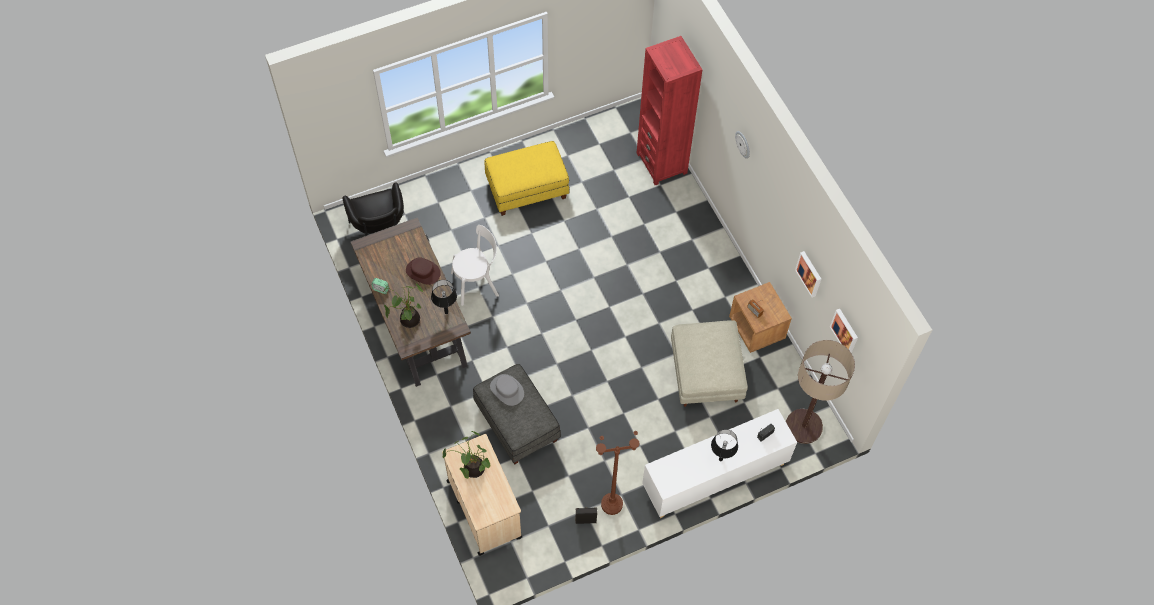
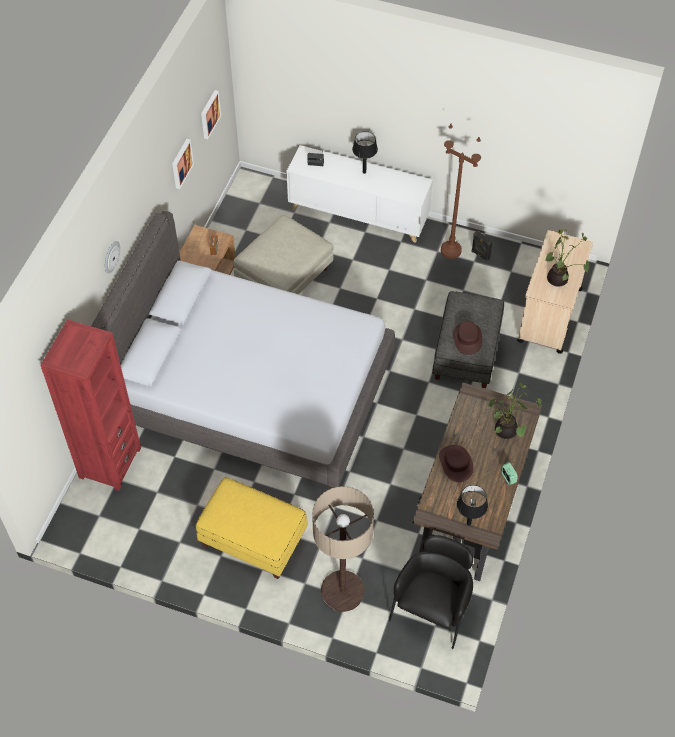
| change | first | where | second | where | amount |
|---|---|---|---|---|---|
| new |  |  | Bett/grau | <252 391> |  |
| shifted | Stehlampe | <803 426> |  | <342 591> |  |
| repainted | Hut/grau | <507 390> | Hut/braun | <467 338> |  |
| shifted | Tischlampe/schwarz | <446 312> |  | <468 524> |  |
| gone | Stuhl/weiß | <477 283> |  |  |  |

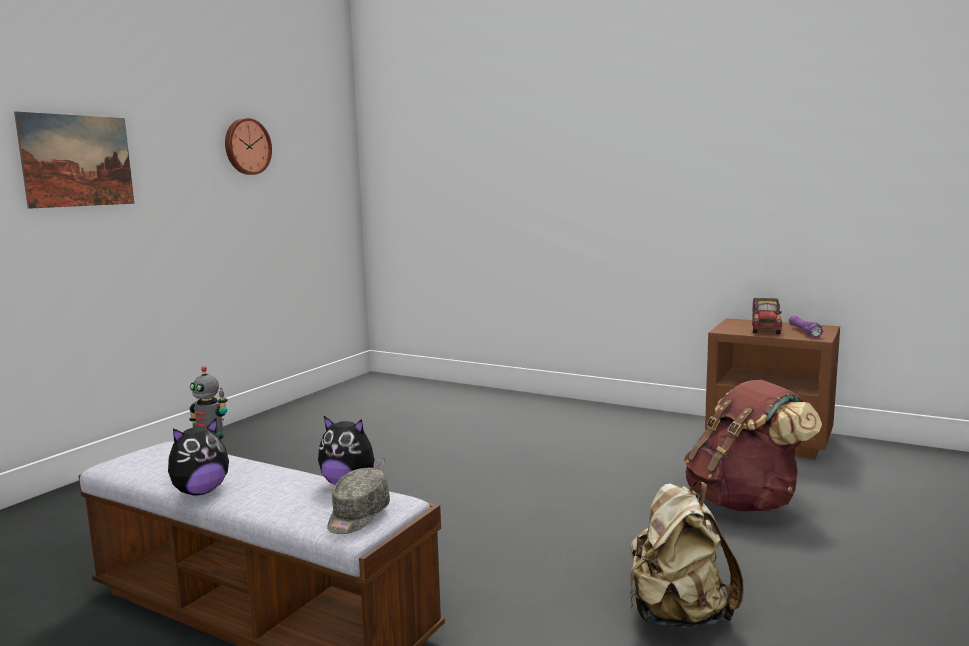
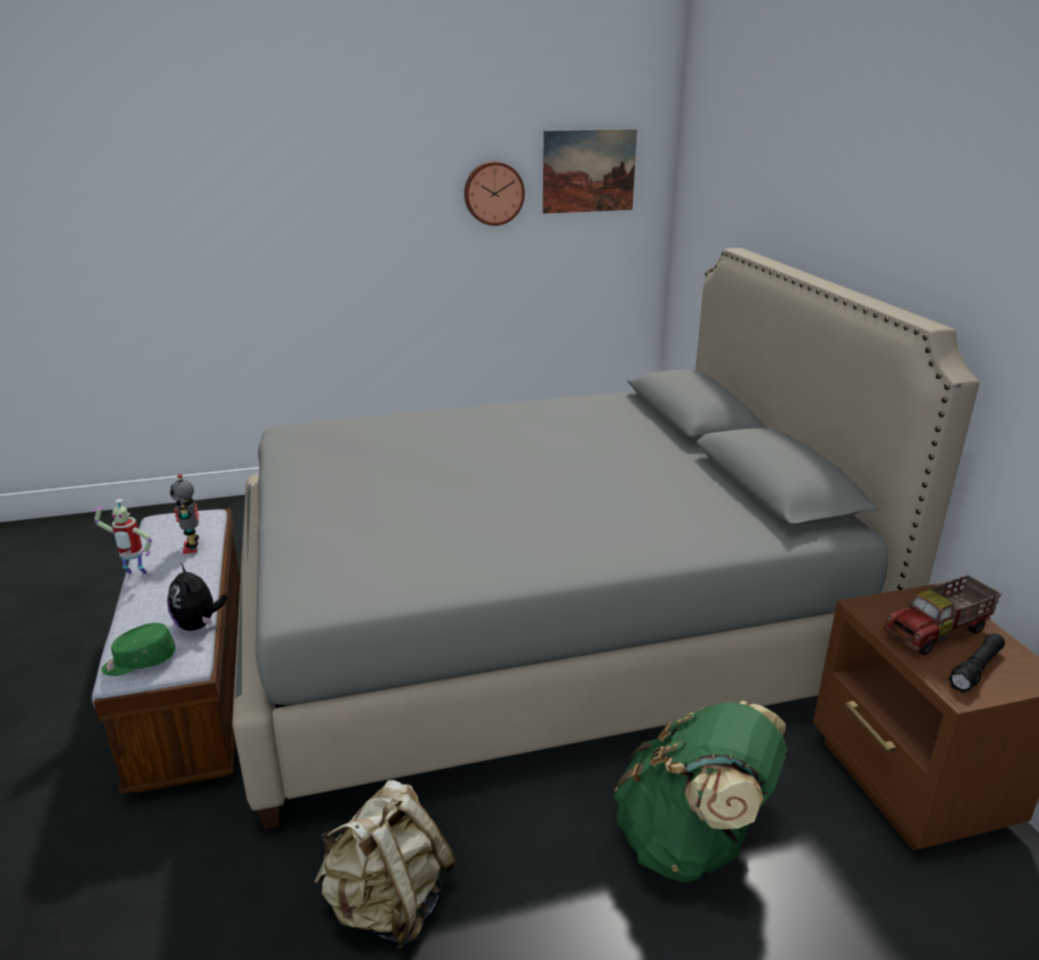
| change | first | where | second | where | amount |
|---|---|---|---|---|---|
| swapped | Plüschtier | <200 491> | Spielzeugroboter | <136 577> |  |
| repainted | Kappe/grau | <357 516> | Kappe/grün | <139 661> |  |
| new |  |  | Bett/grau | <539 625> |  |
| shifted | Bild | <77 161> |  | <589 171> |  |
| repainted | Rucksack/braun | <744 502> | Rucksack/grün | <692 842> |  |
| repainted | Taschenlampe/lila | <804 332> | Taschenlampe/schwarz | <976 669> |  |

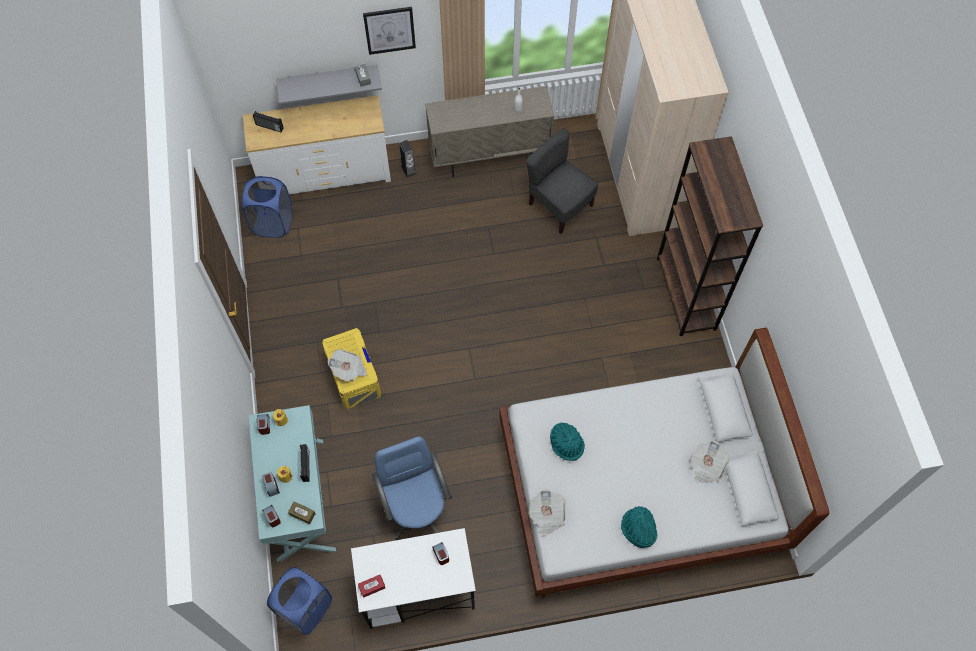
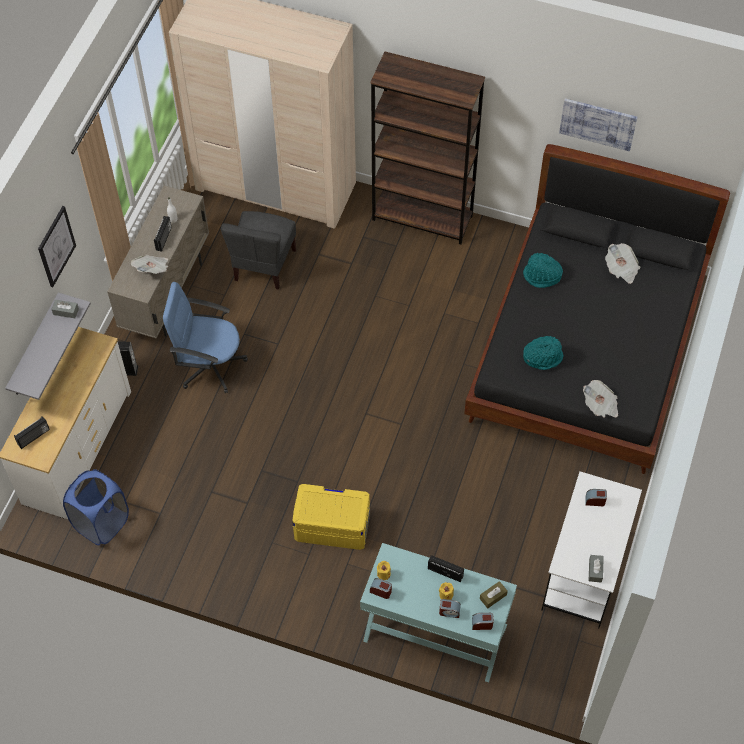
| change | first | where | second | where | amount |
|---|---|---|---|---|---|
| shifted | Zeitung | <349 370> |  | <152 269> |  |
| new |  |  | Radio | <164 239> |  |
| shifted | Bürostuhl/blau | <417 508> |  | <209 365> |  |
| rotated | Stuhl/grau | <559 206> |  | <263 265> | 60 degrees counterclockwise |
| repainted | Bett/weiß | <639 490> | Bett/schwarz | <587 350> |  |
| shifted | Hut/türkis | <638 529> |  | <542 276> |  |
| new |  |  | Bild | <598 123> |  |
| repainted | Taschentuchbox/rot | <372 587> | Taschentuchbox/grau | <595 570> |  |
| gone | Wäschekorb/blau | <305 608> |  |  |  |

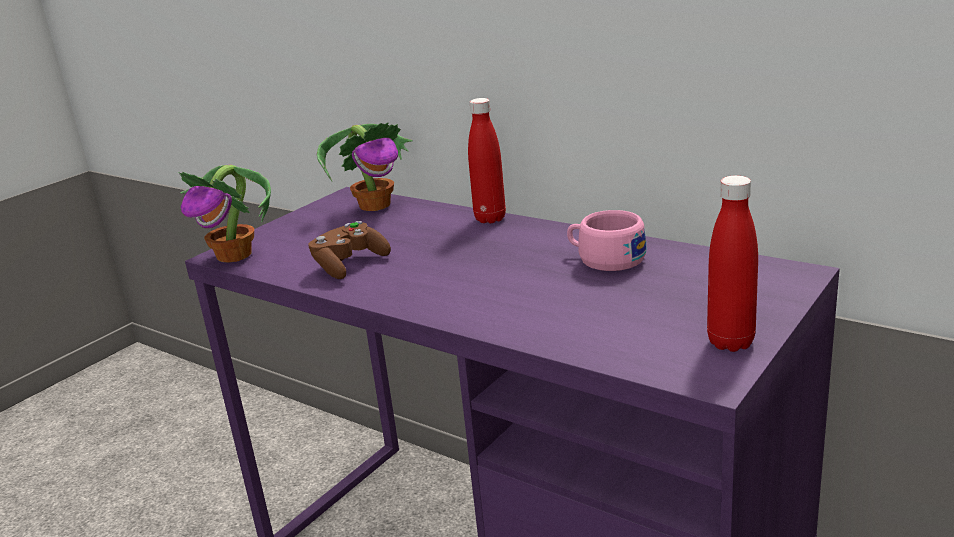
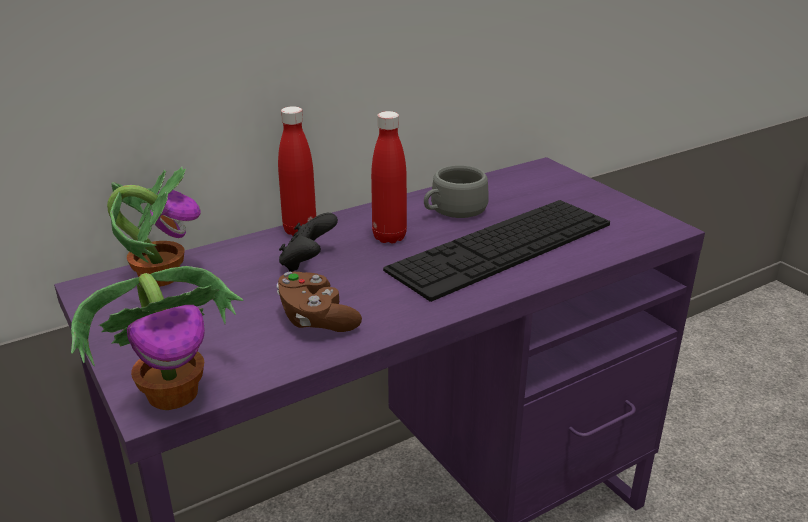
| change | first | where | second | where | amount |
|---|---|---|---|---|---|
| new |  |  | Gamepad/schwarz | <308 263> |  |
| shifted | Flasche/rot | <730 342> |  | <389 237> |  |
| new |  |  | Tastatur | <502 246> |  |
| repainted | Tasse/rosa | <605 259> | Tasse/grau | <453 210> |  |

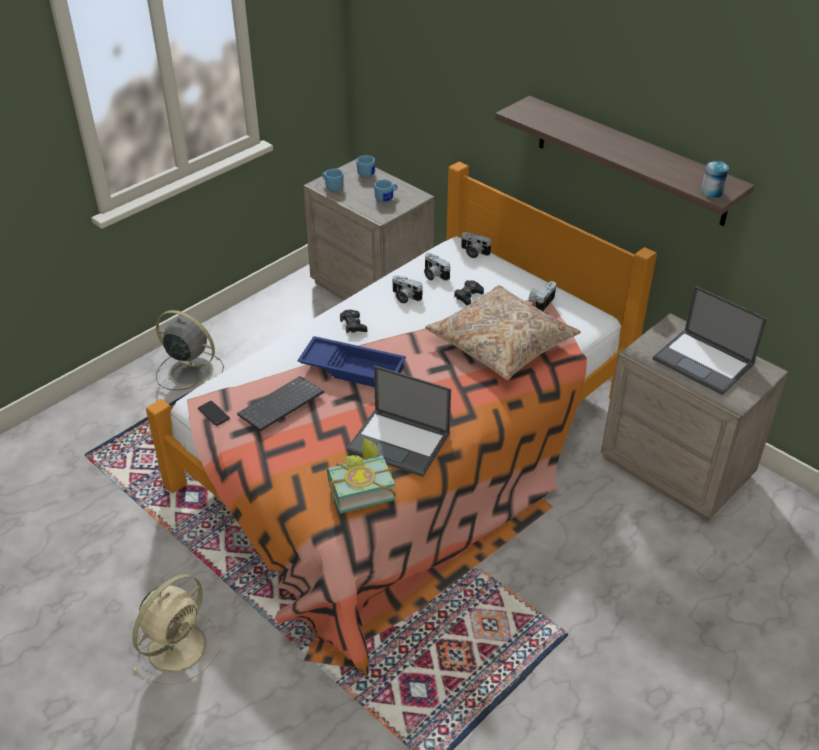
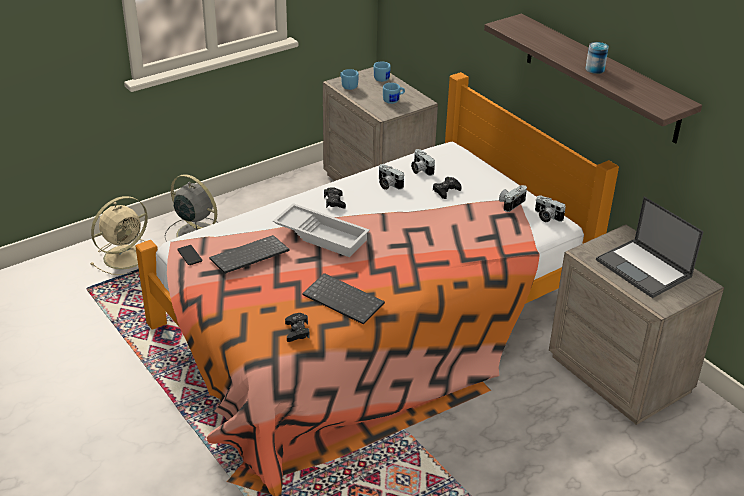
| change | first | where | second | where | amount |
|---|---|---|---|---|---|
| shifted | Ventilator/beige | <179 645> |  | <126 256> |  |
| repainted | Tablett/blau | <353 368> | Tablett/weiß | <322 235> |  |
| swapped | Buch | <359 488> | Gamepad/schwarz | <297 331> |  |
| swapped | Laptop | <400 442> | Tastatur | <345 300> |  |
| shifted | Kamera | <473 252> |  | <546 217> |  |
| shifted | Dose | <711 192> |  | <595 69> |  |
| gone | Kissen/beige | <501 343> |  |  |  |

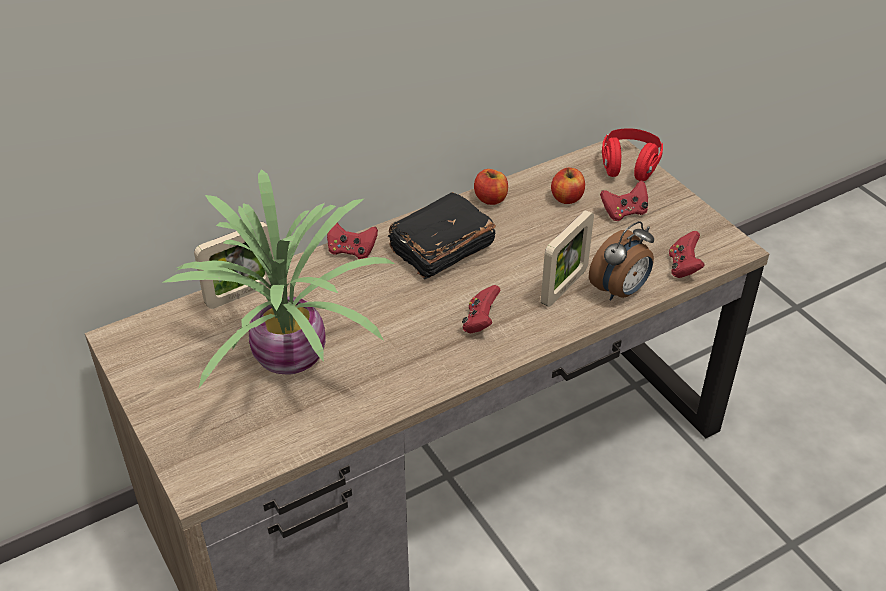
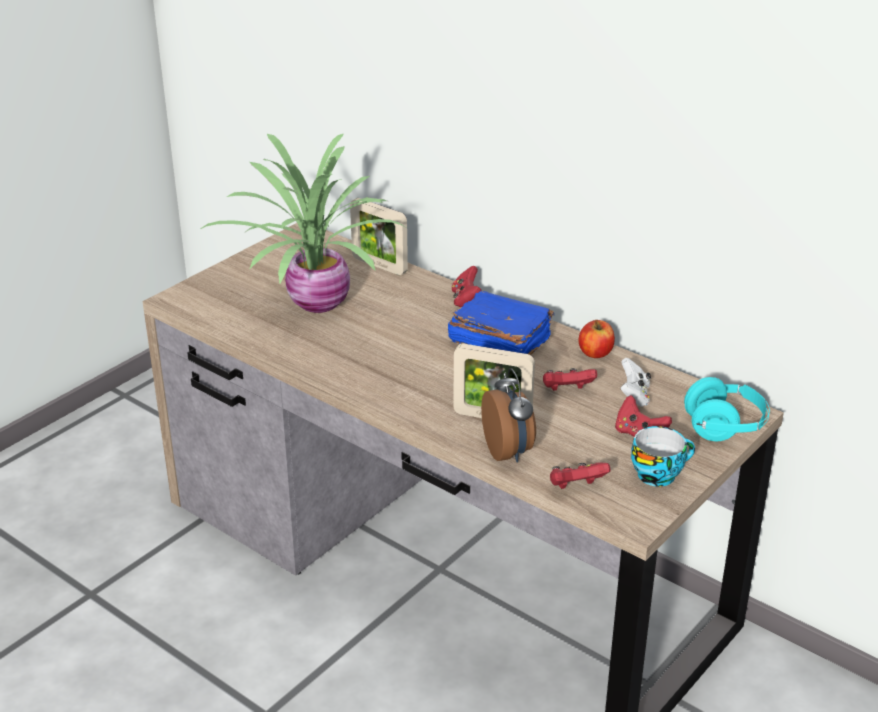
| change | first | where | second | where | amount |
|---|---|---|---|---|---|
| repainted | Buch/schwarz | <440 249> | Buch/blau | <499 341> |  |
| rotated | Wecker | <620 291> |  | <509 451> | 135 degrees counterclockwise |
| shifted | Gamepad/rot | <480 322> |  | <567 390> |  |
| swapped | Apfel | <567 198> | Gamepad/weiß | <634 396> |  |
| new |  |  | Tasse | <658 474> |  |
| repainted | Kopfhörer/rot | <629 167> | Kopfhörer/türkis | <725 427> |  |

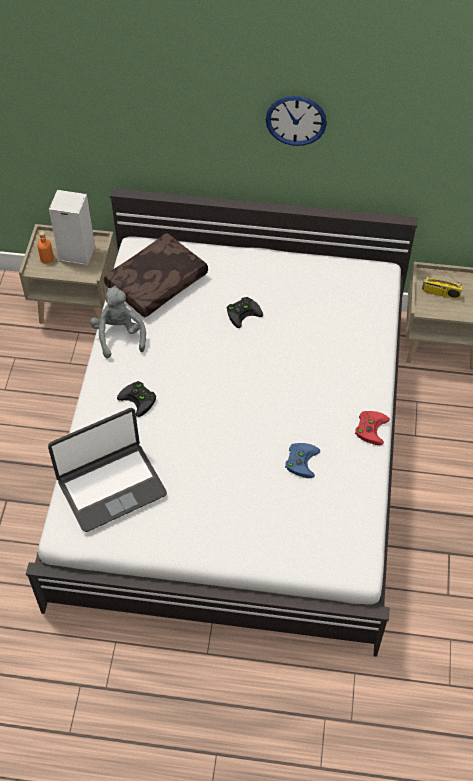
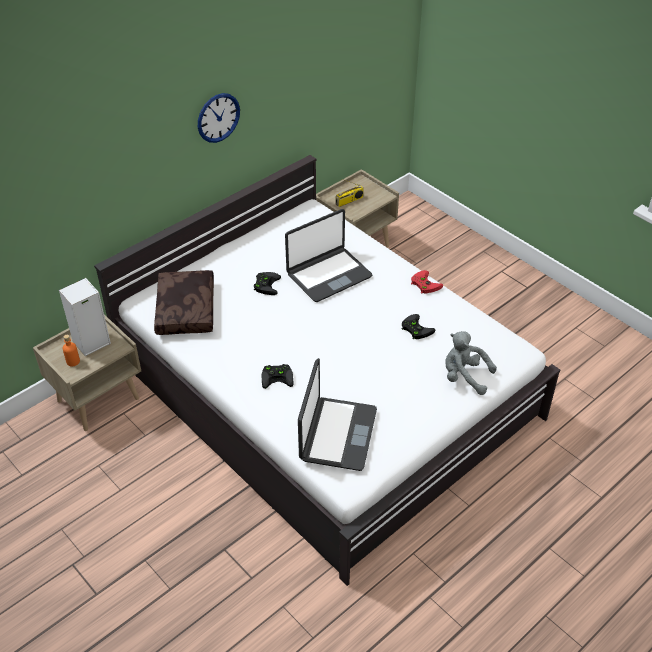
| change | first | where | second | where | amount |
|---|---|---|---|---|---|
| new |  |  | Laptop | <328 275> |  |
| repainted | Gamepad/blau | <300 460> | Gamepad/schwarz | <415 329> |  |
| shifted | Plüschtier/grau | <119 336> |  | <464 376> |  |

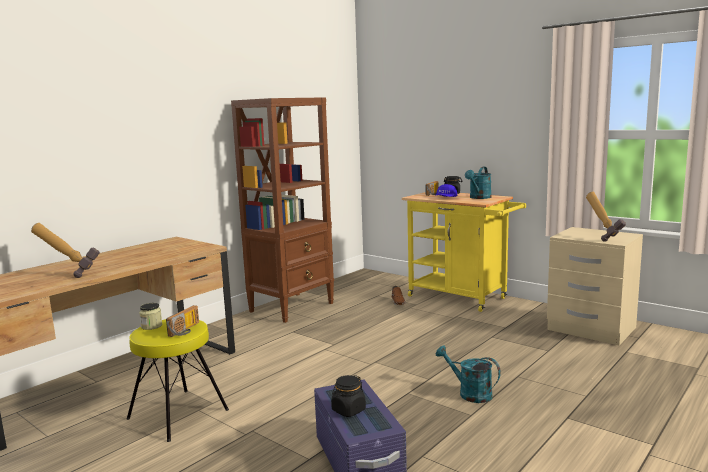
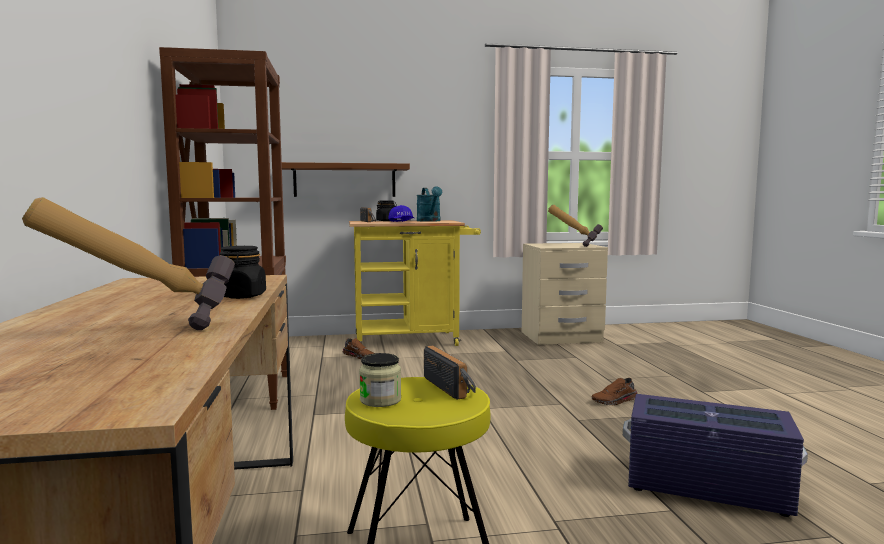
| change | first | where | second | where | amount |
|---|---|---|---|---|---|
| shifted | Vorratsglas/schwarz | <348 410> |  | <241 296> |  |
| new |  |  | Wandregal/braun | <344 180> |  |
| swapped | Gießkanne/türkis | <469 393> | Schuh/braun | <615 401> |  |

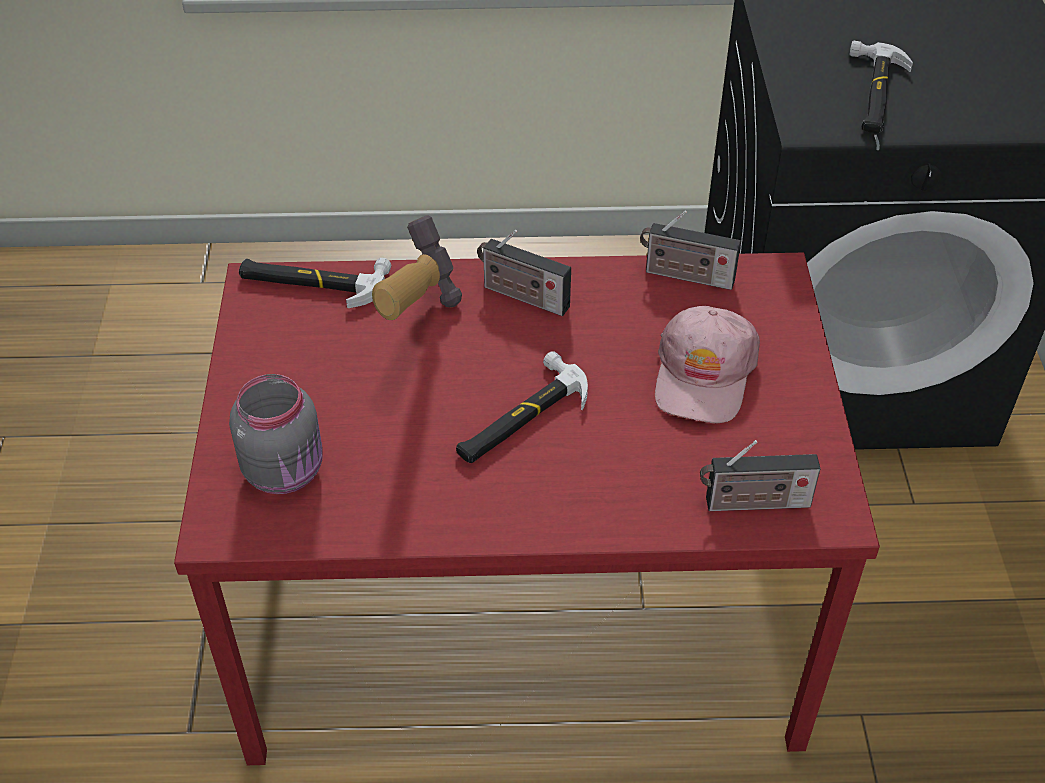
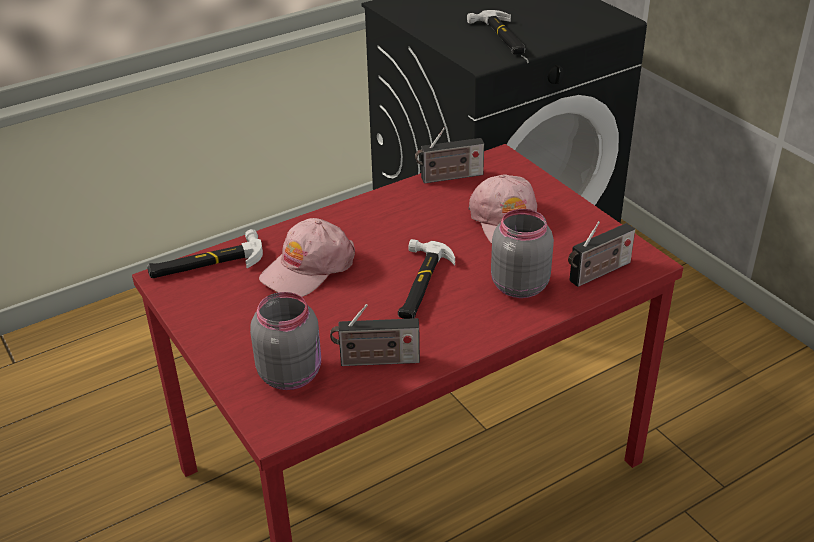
| change | first | where | second | where | amount |
|---|---|---|---|---|---|
| swapped | Hammer | <413 337> | Kappe/rosa | <308 268> |  |
| shifted | Radio | <521 296> |  | <376 361> |  |
| new |  |  | Vorratsglas/grau | <517 286> |  |

